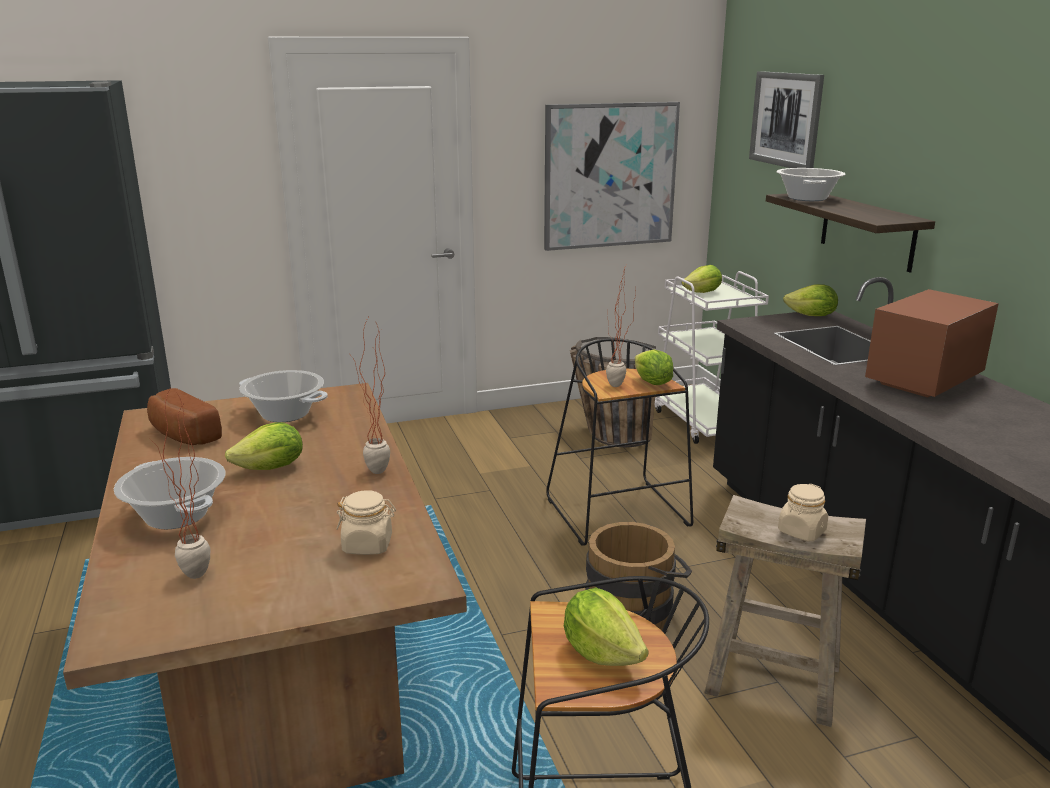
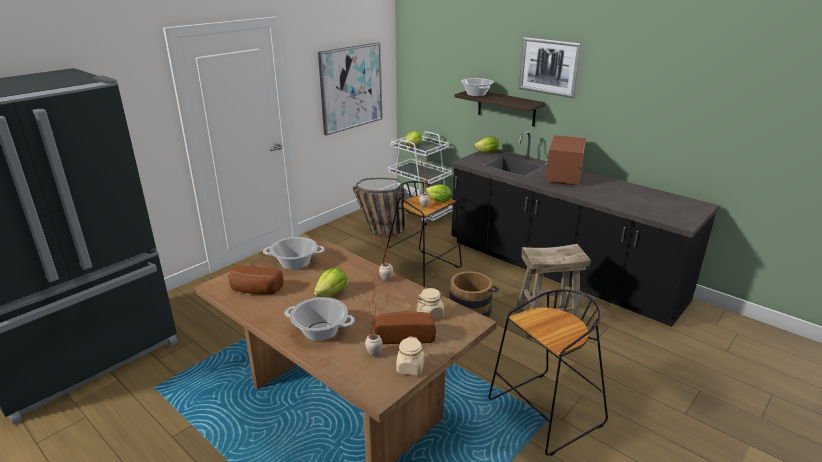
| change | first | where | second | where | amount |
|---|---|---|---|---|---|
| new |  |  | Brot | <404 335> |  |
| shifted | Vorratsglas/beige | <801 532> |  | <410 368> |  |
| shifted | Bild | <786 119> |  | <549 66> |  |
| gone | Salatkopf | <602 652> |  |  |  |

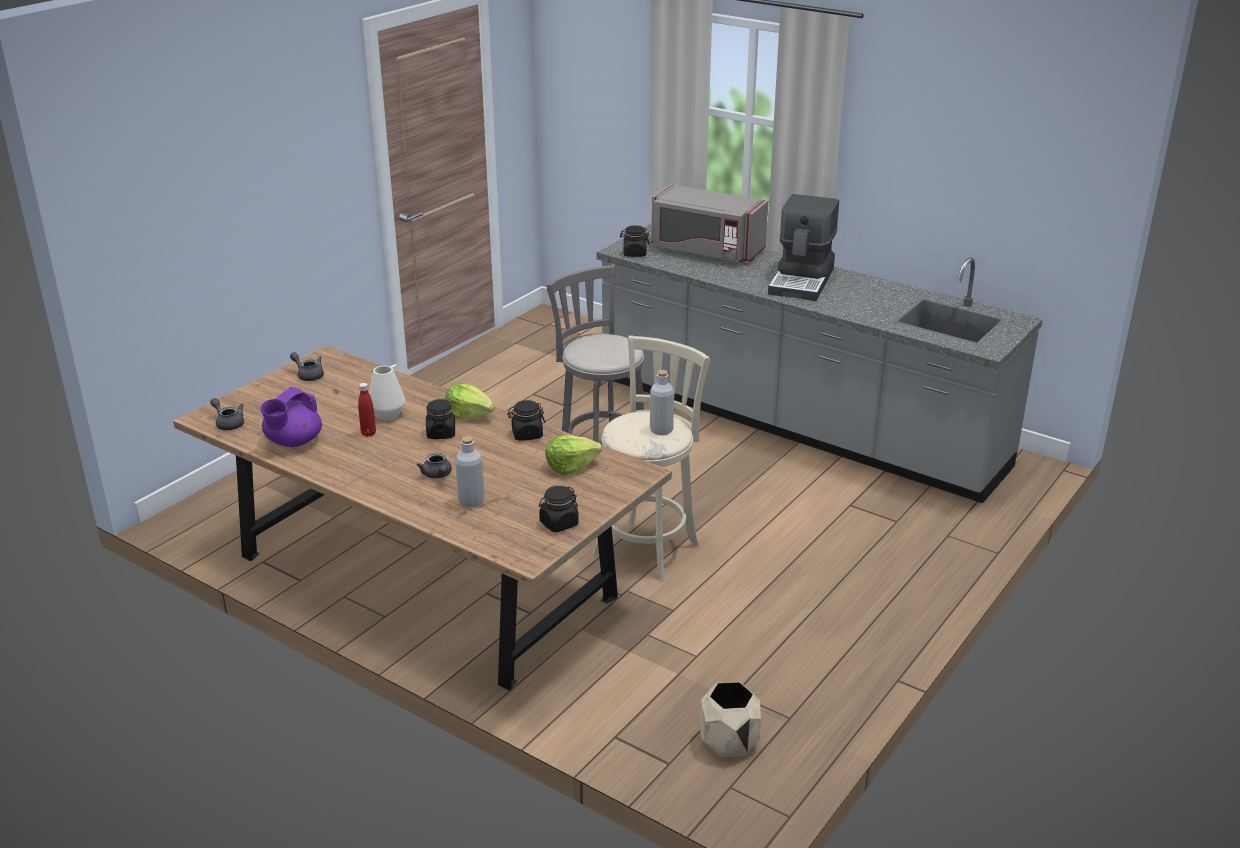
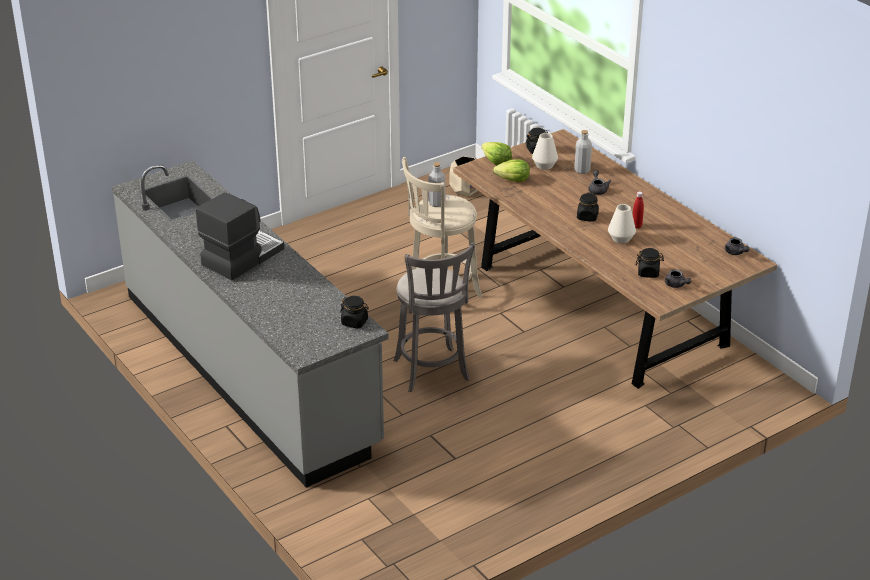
| change | first | where | second | where | amount |
|---|---|---|---|---|---|
| shifted | Salatkopf | <469 415> |  | <496 162> |  |
| new |  |  | Vase/weiß | <544 165> |  |
| shifted | Vorratsglas/schwarz | <527 434> |  | <648 273> |  |
| gone | Teekanne/lila | <293 442> |  |  |  |
| gone | Mikrowelle/grau | <706 250> |  |  |  |

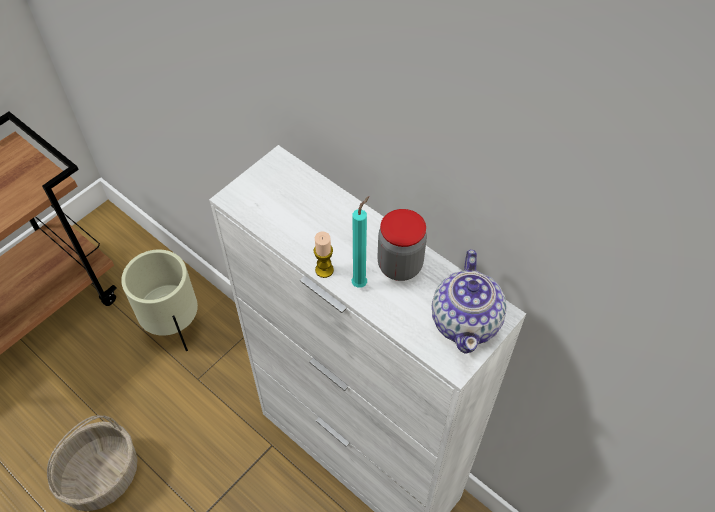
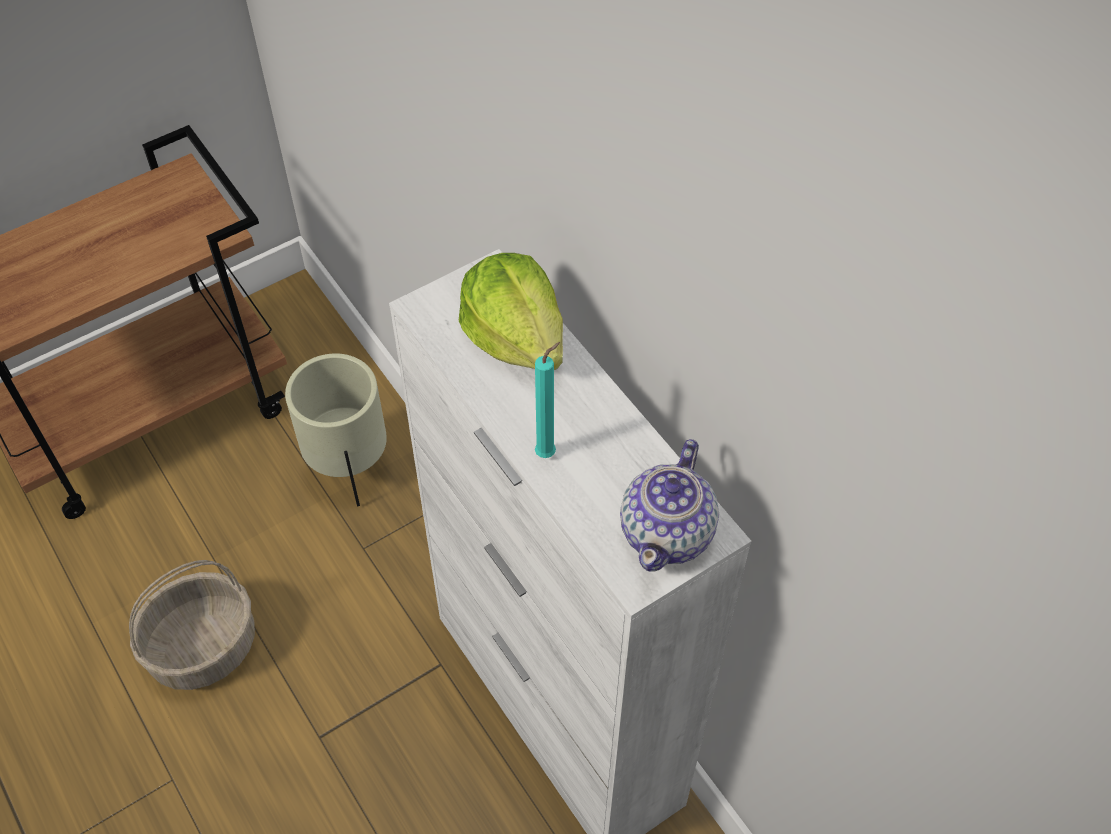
| change | first | where | second | where | amount |
|---|---|---|---|---|---|
| new |  |  | Salatkopf | <516 336> |  |
| gone | Kerze | <324 270> |  |  |  |
| gone | Vorratsglas | <400 265> |  |  |  |

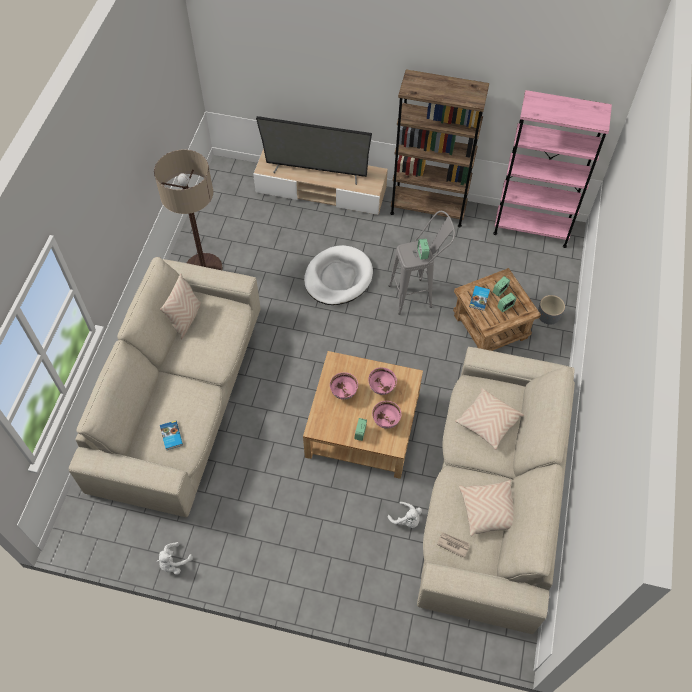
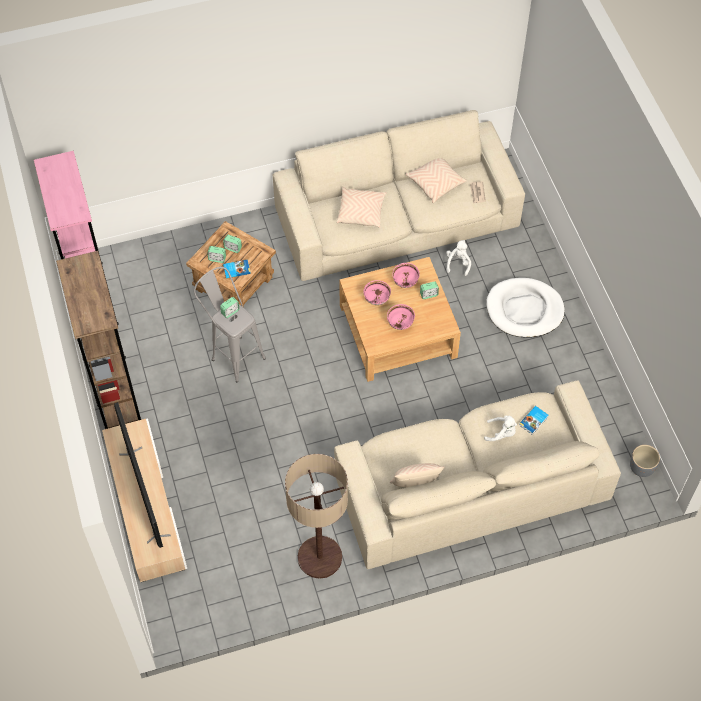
| change | first | where | second | where | amount |
|---|---|---|---|---|---|
| shifted | Plüschtier/weiß | <174 563> |  | <501 433> |  |
| shifted | Hundebett/weiß | <338 278> |  | <524 310> |  |
| shifted | Pflanzkübel/grau | <547 317> |  | <641 468> |  |

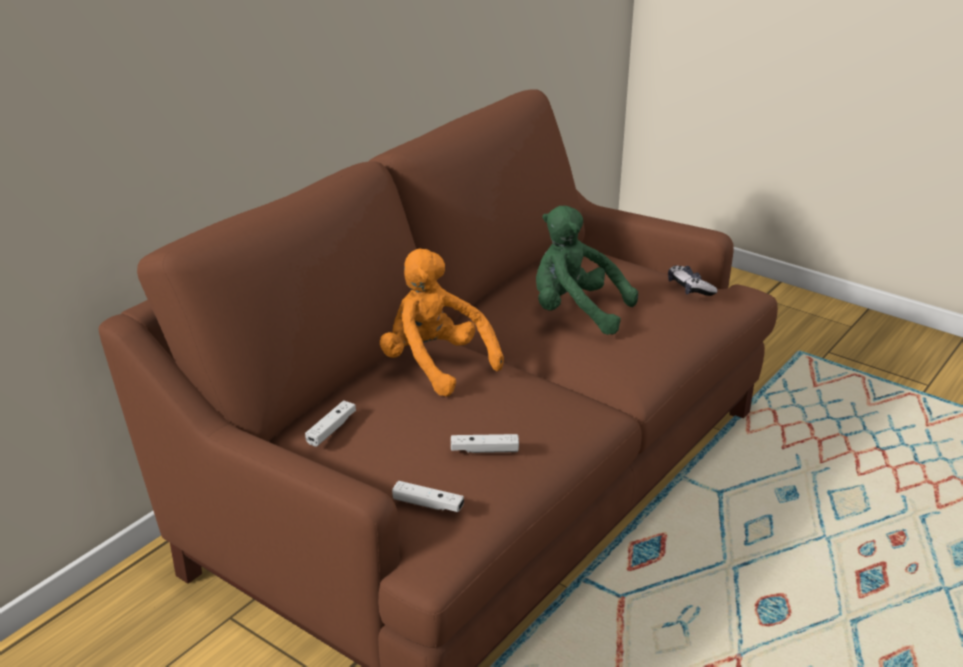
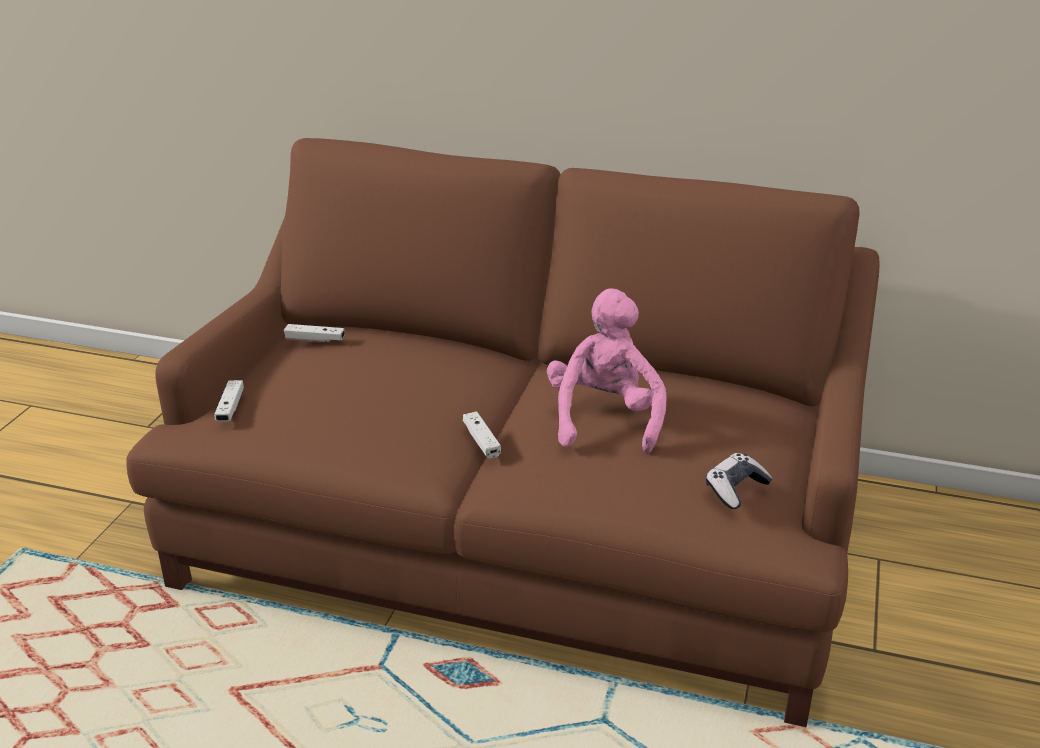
| change | first | where | second | where | amount |
|---|---|---|---|---|---|
| shifted | Gamepad/weiß | <484 450> |  | <481 441> |  |
| repainted | Plüschtier/grün | <575 312> | Plüschtier/rosa | <604 418> |  |
| gone | Plüschtier/orange | <435 365> |  |  |  |

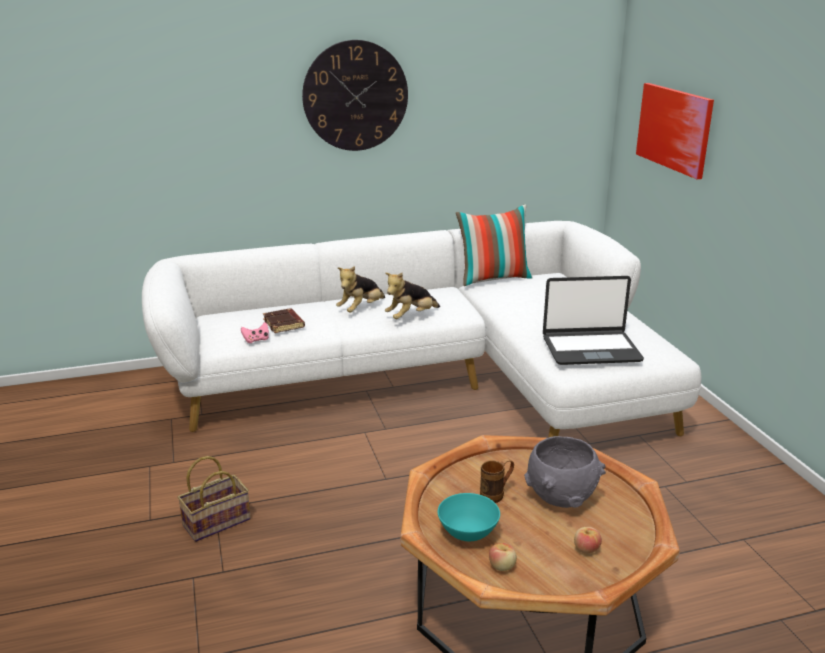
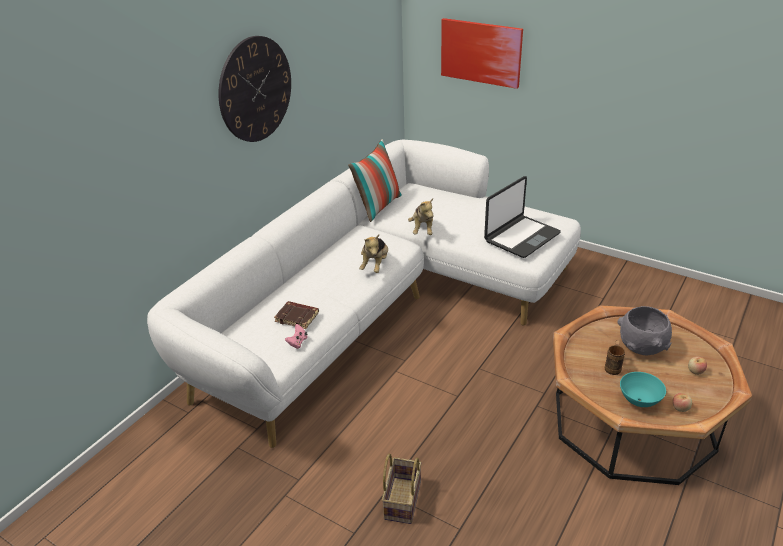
| change | first | where | second | where | amount |
|---|---|---|---|---|---|
| shifted | Plüschtier | <361 309> |  | <422 229> |  |

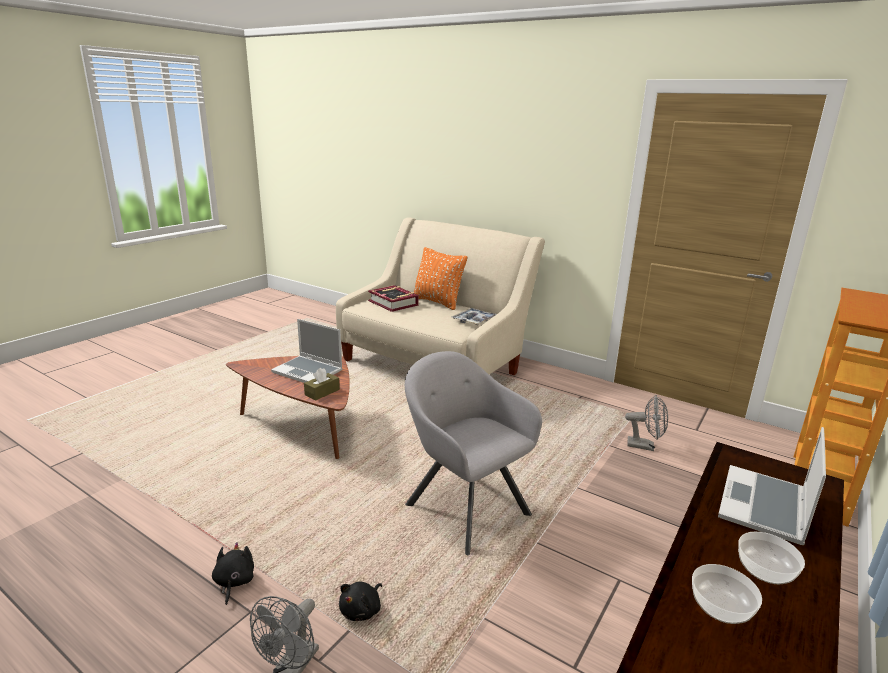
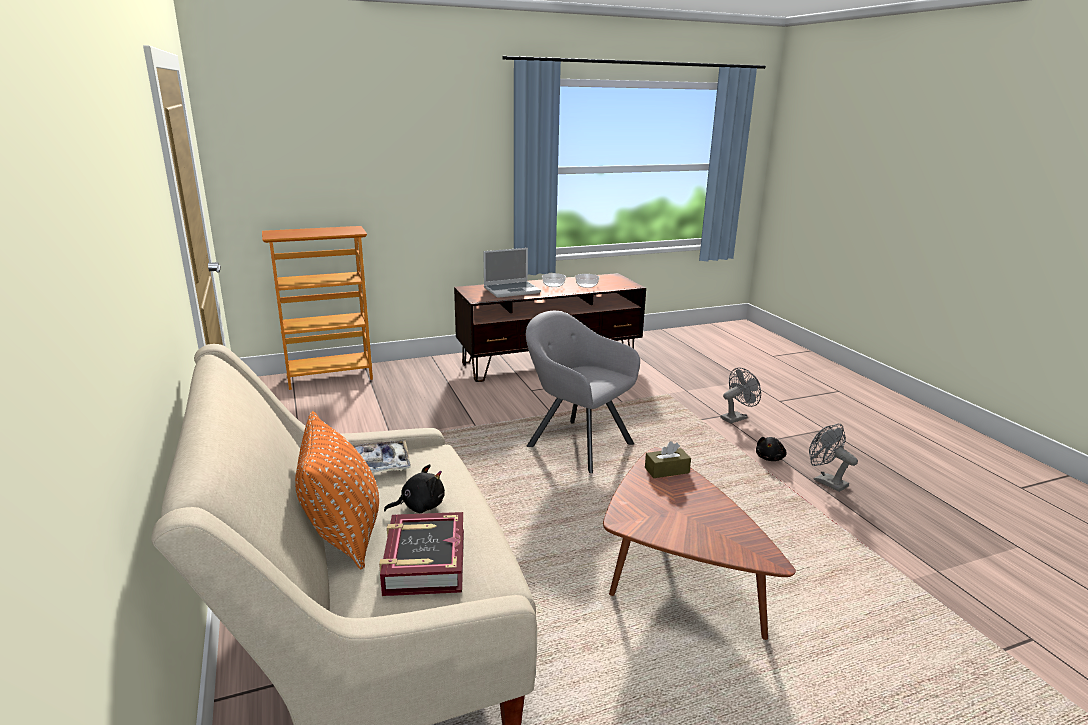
| change | first | where | second | where | amount |
|---|---|---|---|---|---|
| shifted | Plüschtier/schwarz | <362 610> |  | <420 506> |  |
| rotated | Sessel/grau | <463 506> |  | <576 444> | 135 degrees clockwise |
| shifted | Ventilator/grau | <645 446> |  | <825 481> |  |
| gone | Laptop | <309 371> |  |  |  |

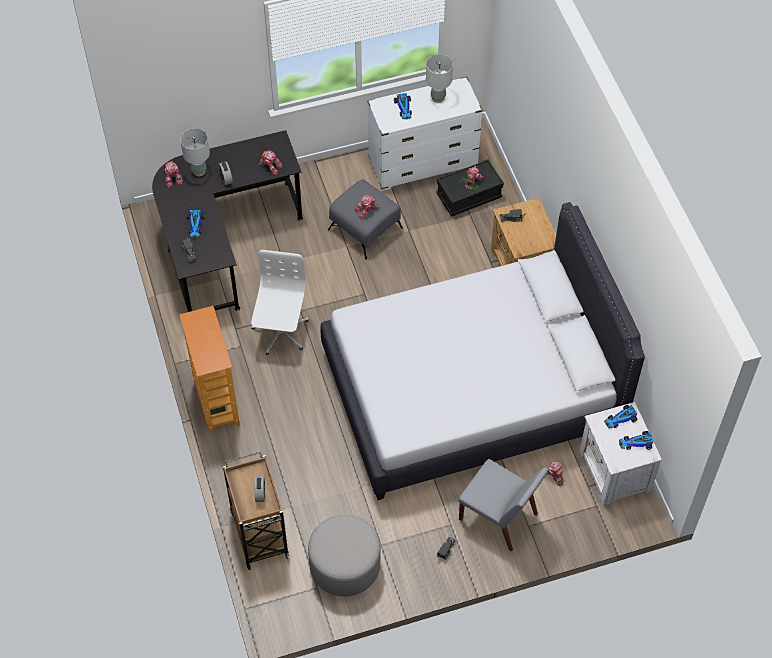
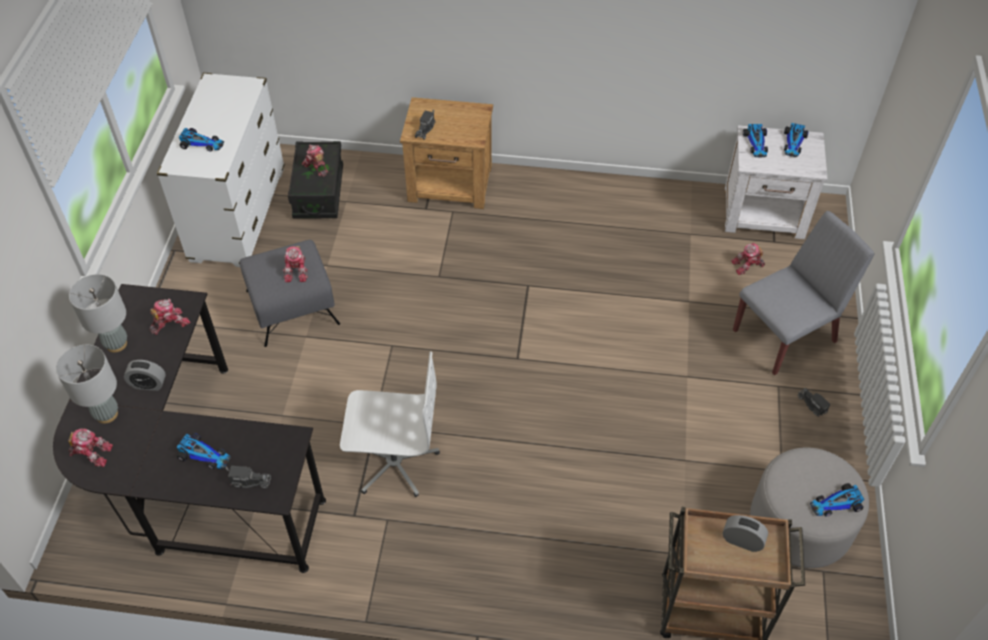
| change | first | where | second | where | amount |
|---|---|---|---|---|---|
| shifted | Tischlampe/grau | <438 98> |  | <116 344> |  |
| rotated | Bürostuhl/weiß | <280 332> |  | <394 462> | 150 degrees clockwise |
| new |  |  | Spielzeugauto | <836 504> |  |
| gone | Bücherregal | <216 403> |  |  |  |
| gone | Bett/weiß | <470 390> |  |  |  |

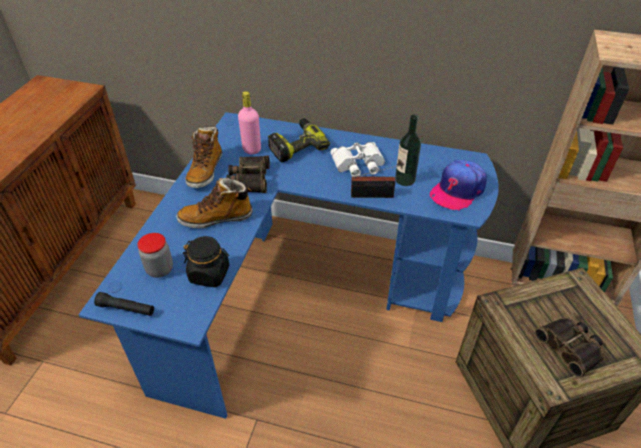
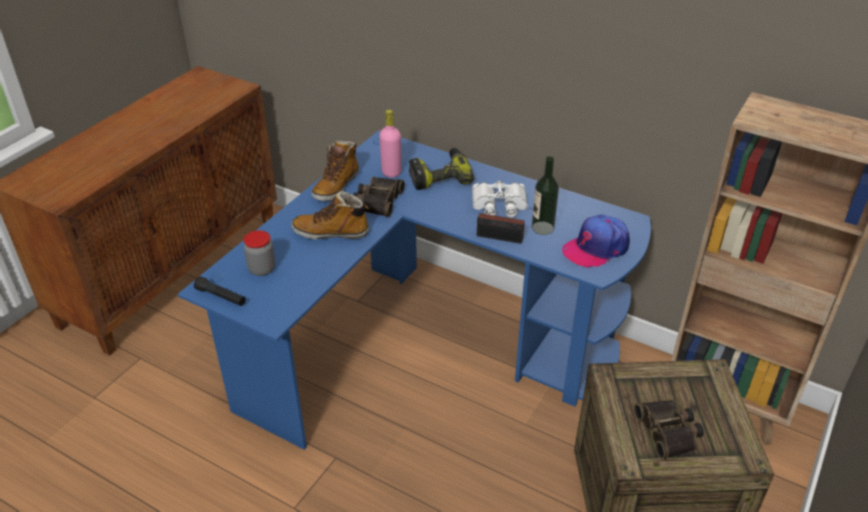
| change | first | where | second | where | amount |
|---|---|---|---|---|---|
| gone | Vorratsglas/schwarz | <209 274> |  |  |  |

